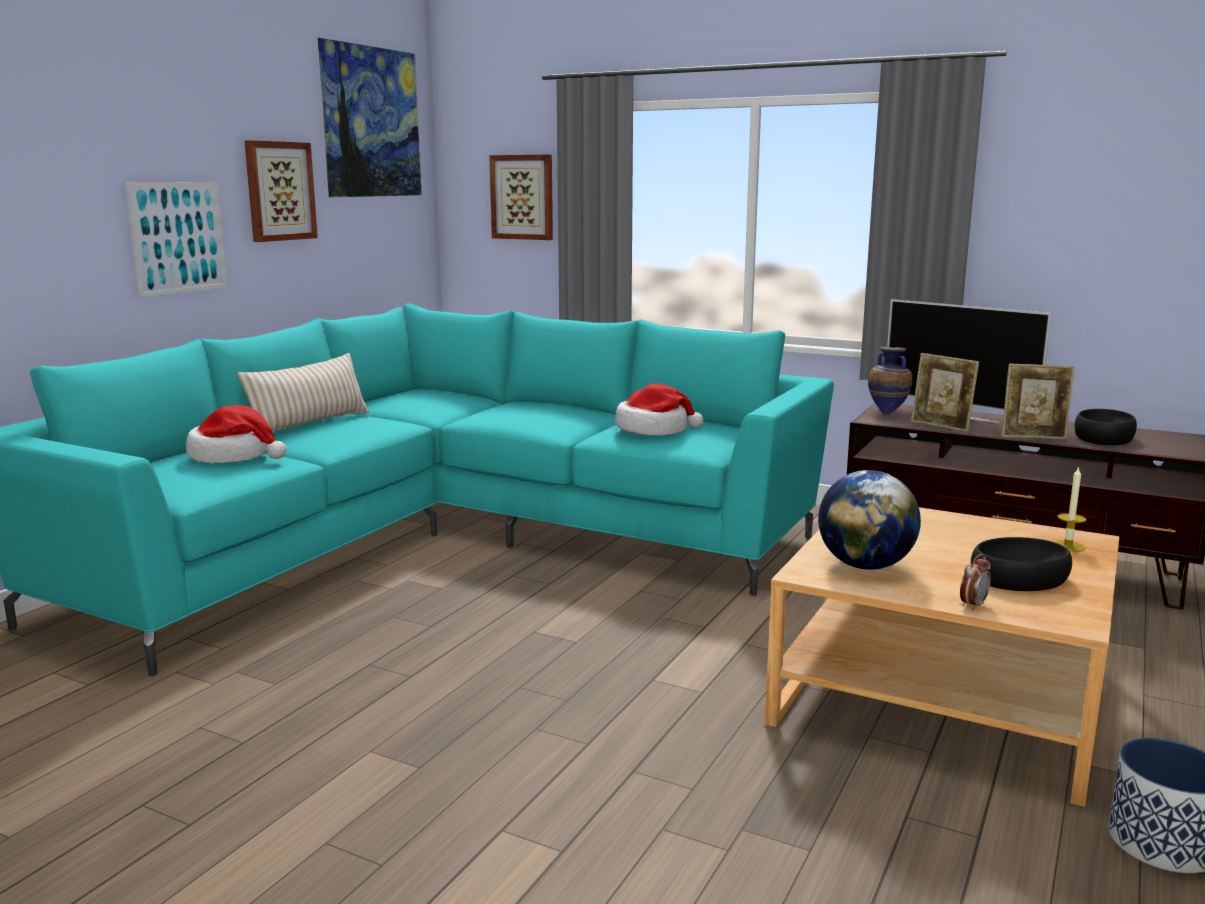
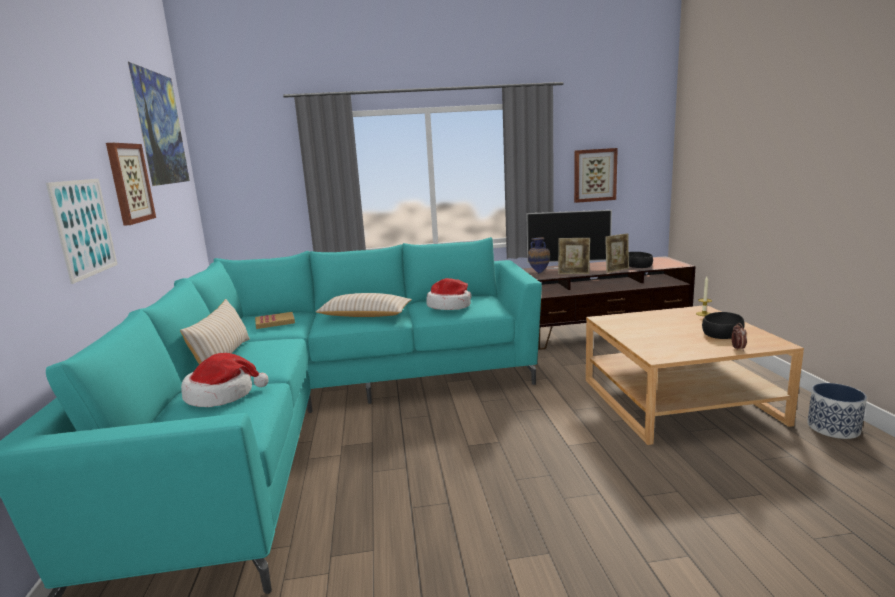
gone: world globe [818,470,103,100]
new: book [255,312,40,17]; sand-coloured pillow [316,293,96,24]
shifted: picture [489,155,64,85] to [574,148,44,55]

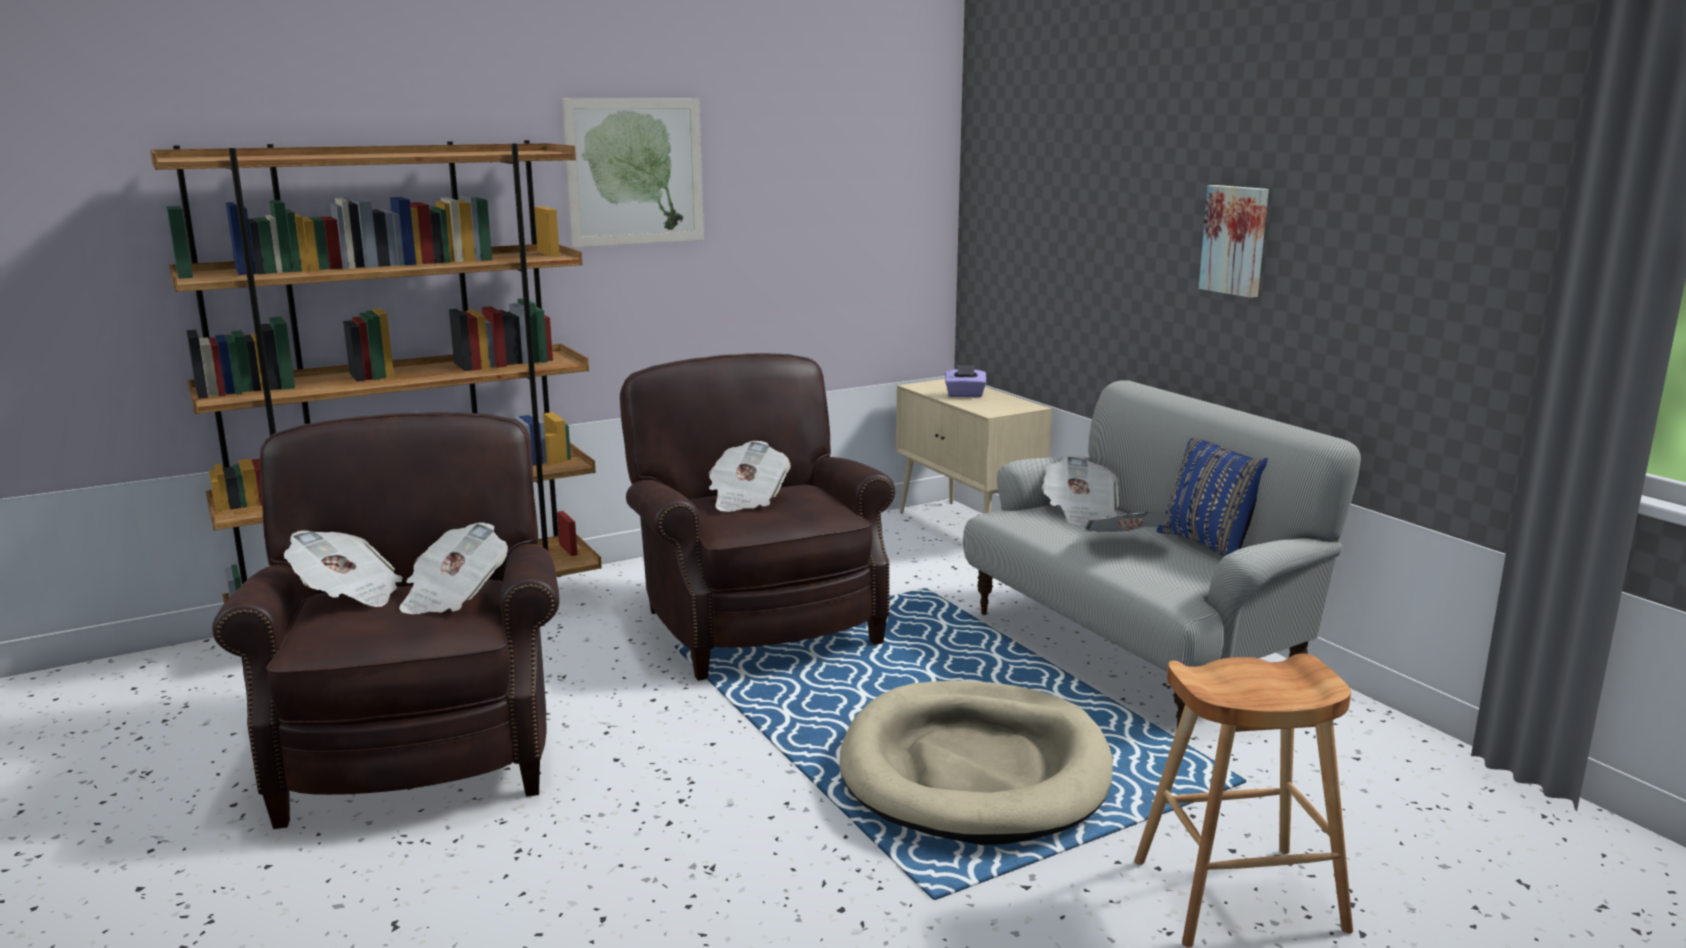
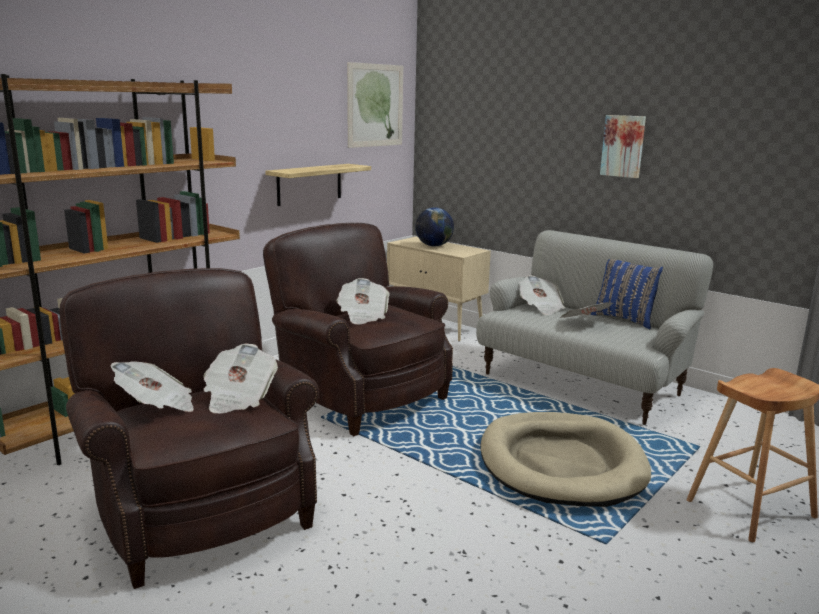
new: bracket shelf [265,164,106,42]
shifted: picture [562,98,142,150] to [347,62,56,86]
swapped: purplish tissue box [945,365,41,32] to world globe [415,207,39,40]

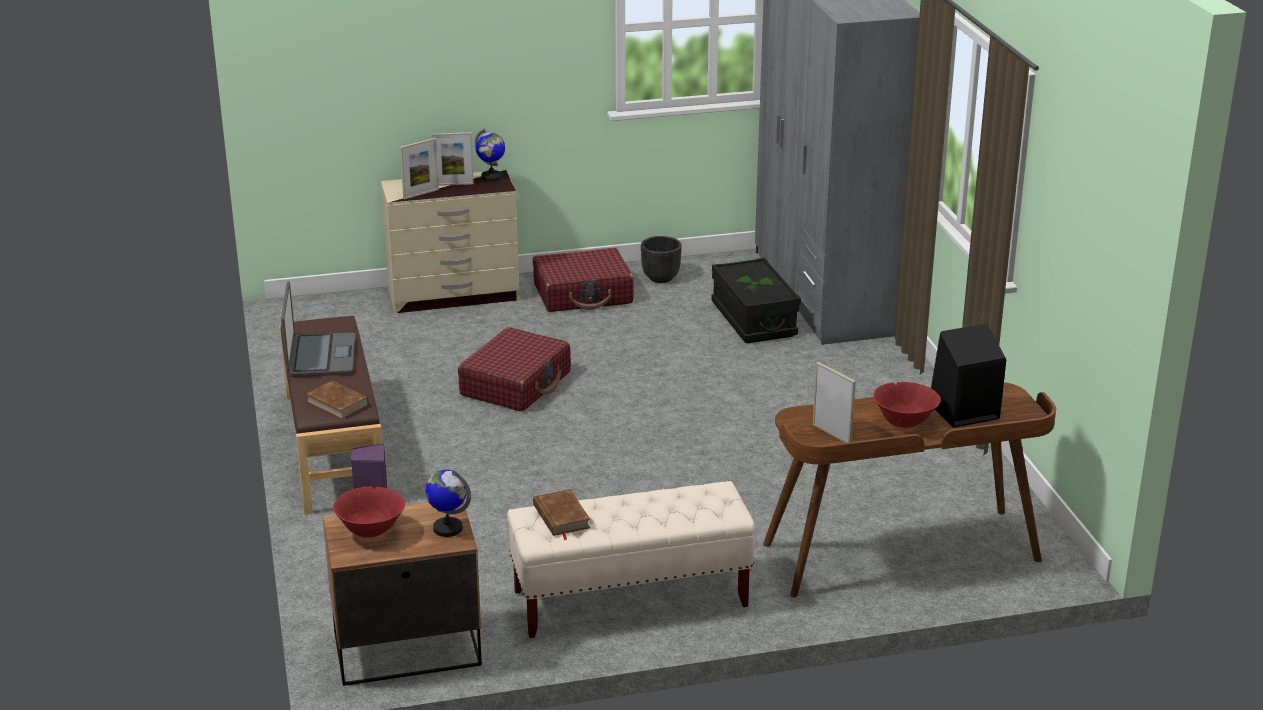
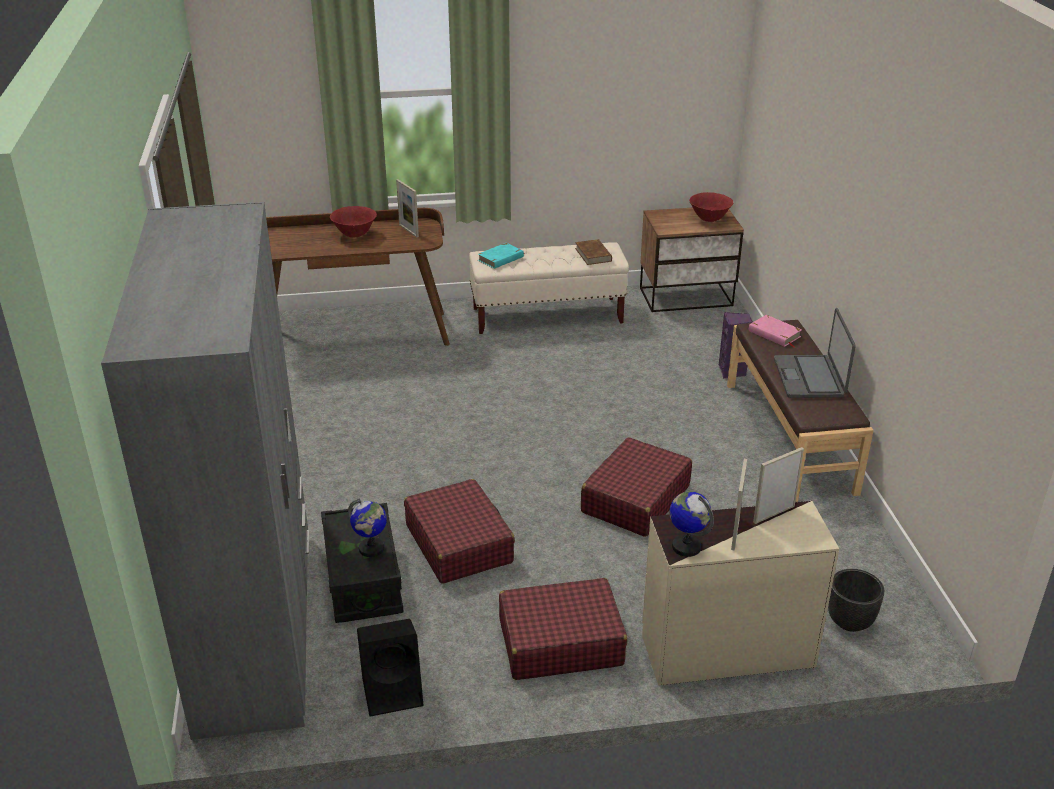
new: red-coloured suitcase [404,479,111,105]; turquoise book [478,243,47,26]
shifted: world globe [425,469,46,68] to [348,499,39,58]; blackish plant pot [641,236,41,47] to [828,569,56,63]; blackish loudspeaker [931,324,75,104] to [357,619,66,97]
repainted: brownish book [306,381,63,38] to pink-coloured book [749,315,53,32]
rotated: standing frame [431,132,43,54] = [731,459,16,92] 105 degrees clockwise

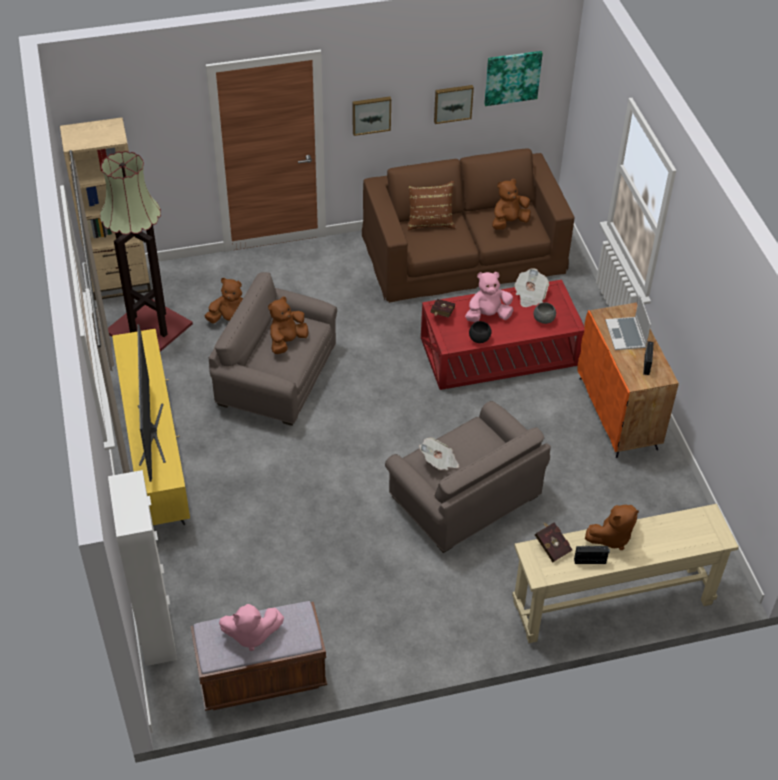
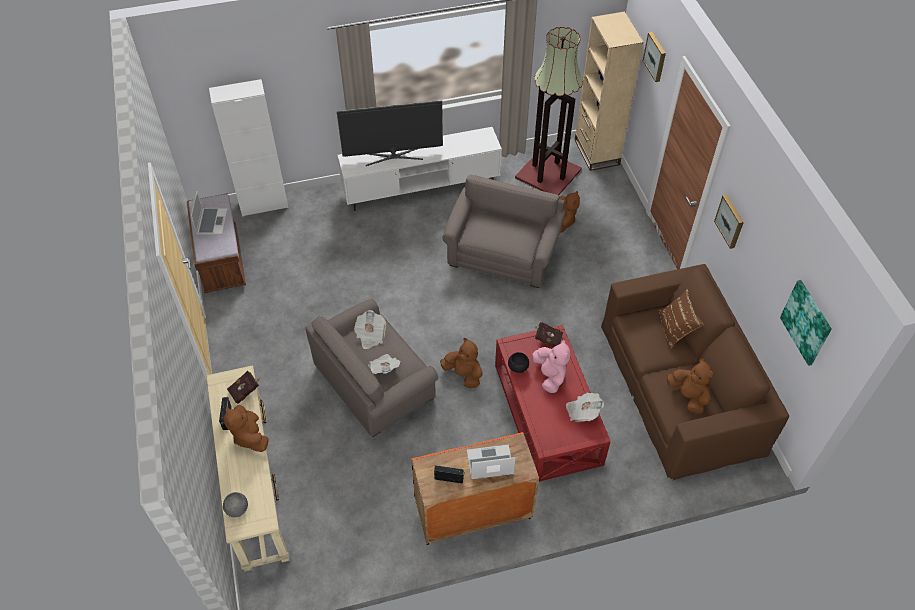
new: daily paper [368,354,32,20]
shifted: brownish cuddly toy [268,296,41,58] to [440,338,42,50]; picture [434,85,40,39] to [643,32,23,50]; gray bowl [534,303,22,21] to [223,492,25,26]
swapped: pink-coloured cuddly toy [219,604,65,47] to notebook computer [191,191,37,44]
repainted: yellowish tv stand [112,329,78,196] to white-coloured tv stand [337,127,165,84]

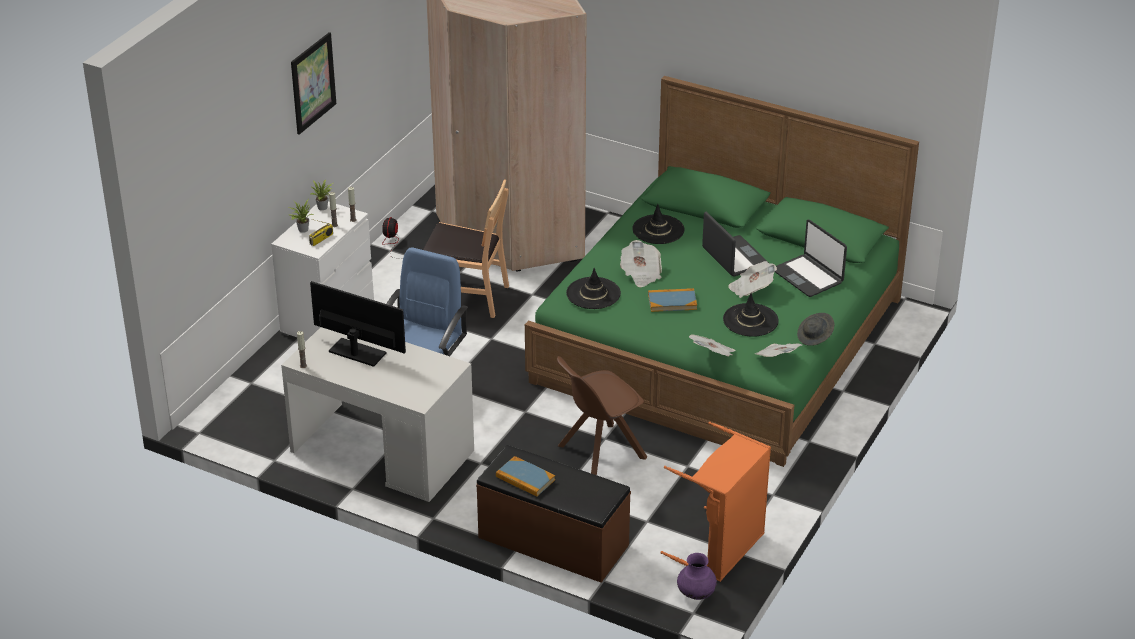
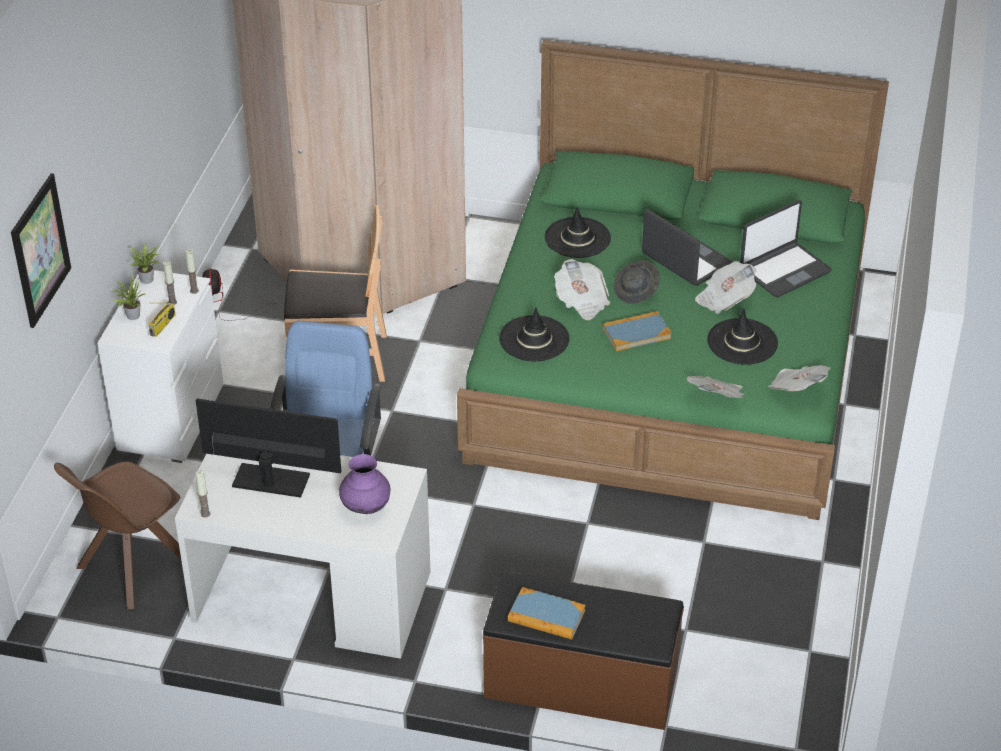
gone: orange washing basket [660,421,111,161]
shifted: picture [291,32,45,103] to [11,173,60,155]; brownish chair [557,356,90,119] to [54,462,127,148]; purplish vase [677,553,40,47] to [339,454,51,60]; gray clothing hat [797,313,37,33] to [614,260,46,44]
rotated: notebook computer [775,220,72,77] = [740,200,92,97] 75 degrees counterclockwise

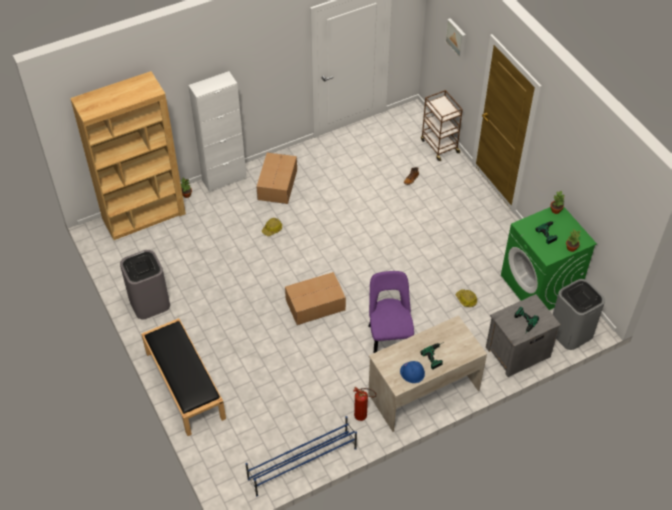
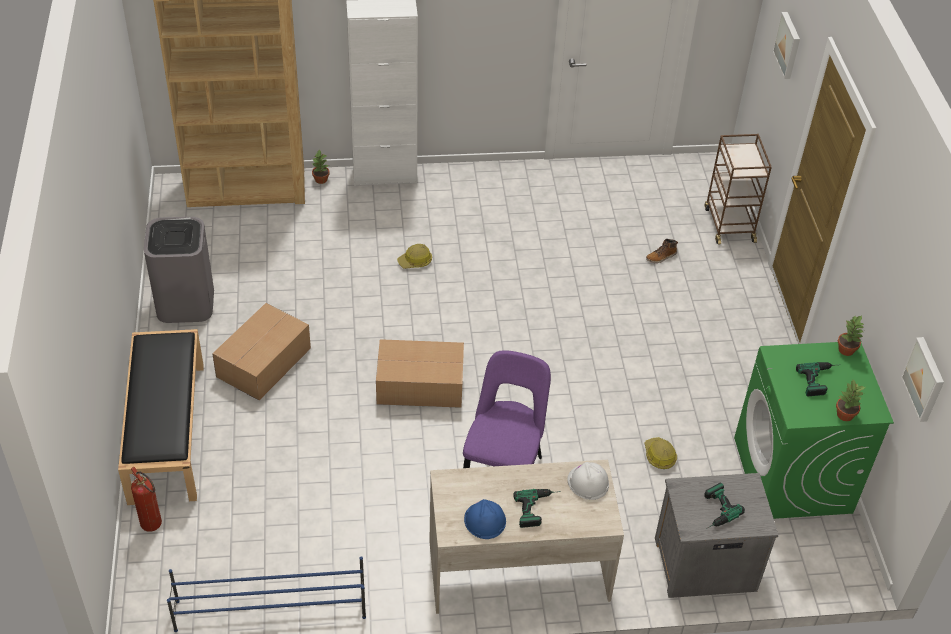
gone: gray trash can [553,279,52,71]
new: white-coloured safety helmet [567,462,42,38]; picture [901,337,43,85]
shifted: cardboard box [256,152,41,52] to [212,303,99,97]; extinguisher [353,387,24,34] to [131,467,31,65]

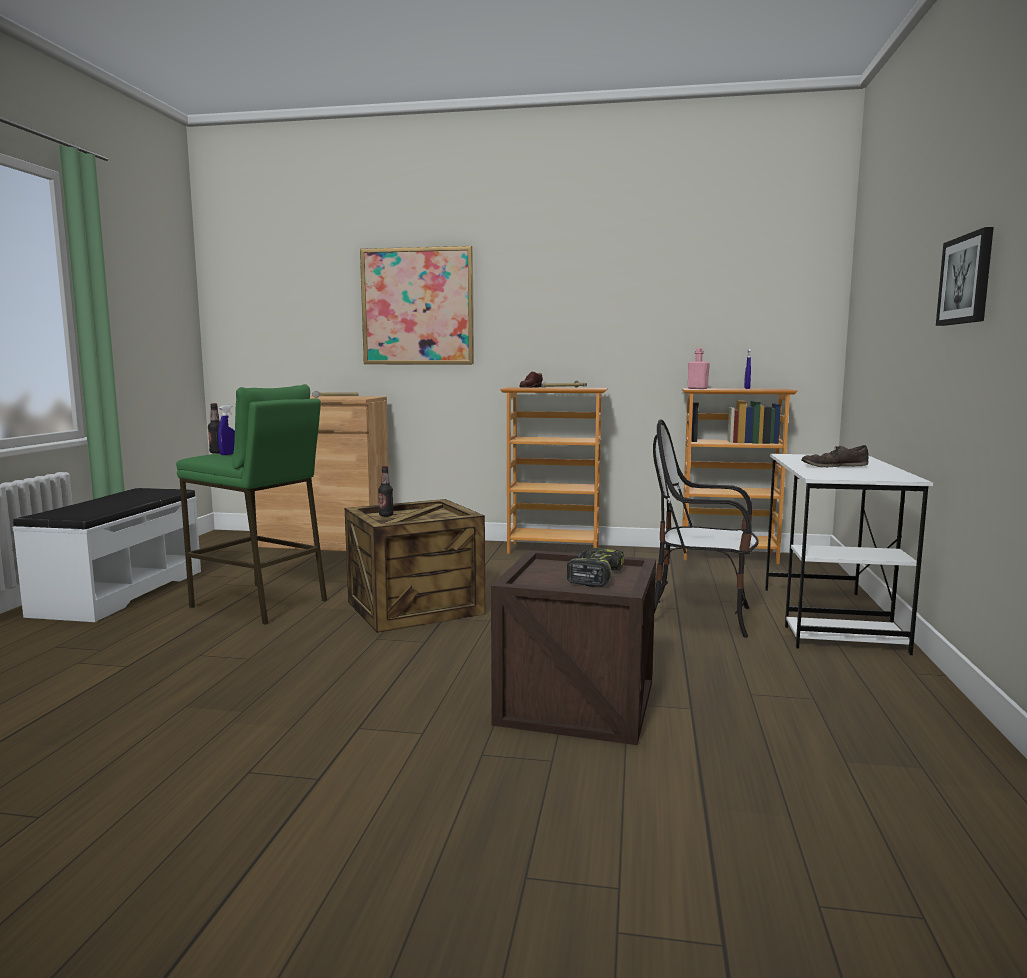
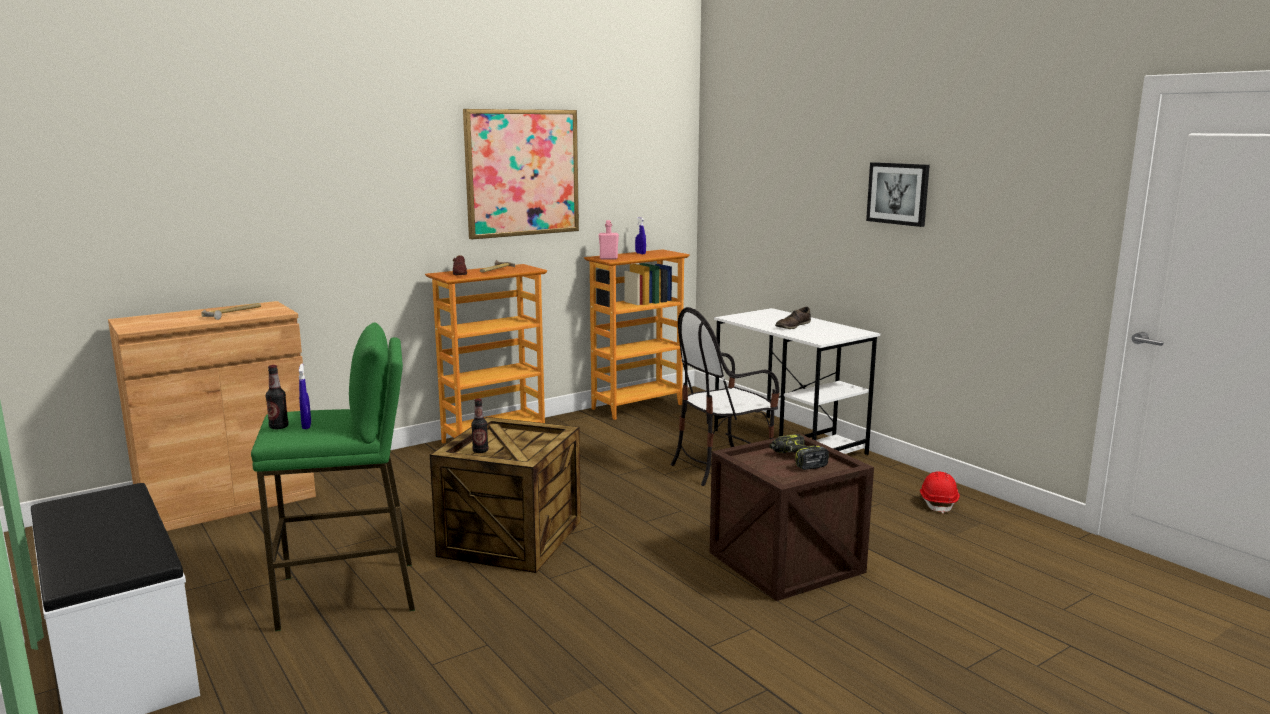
new: red-coloured safety helmet [920,472,40,42]
shifted: picture [360,246,114,118] to [463,109,116,131]

